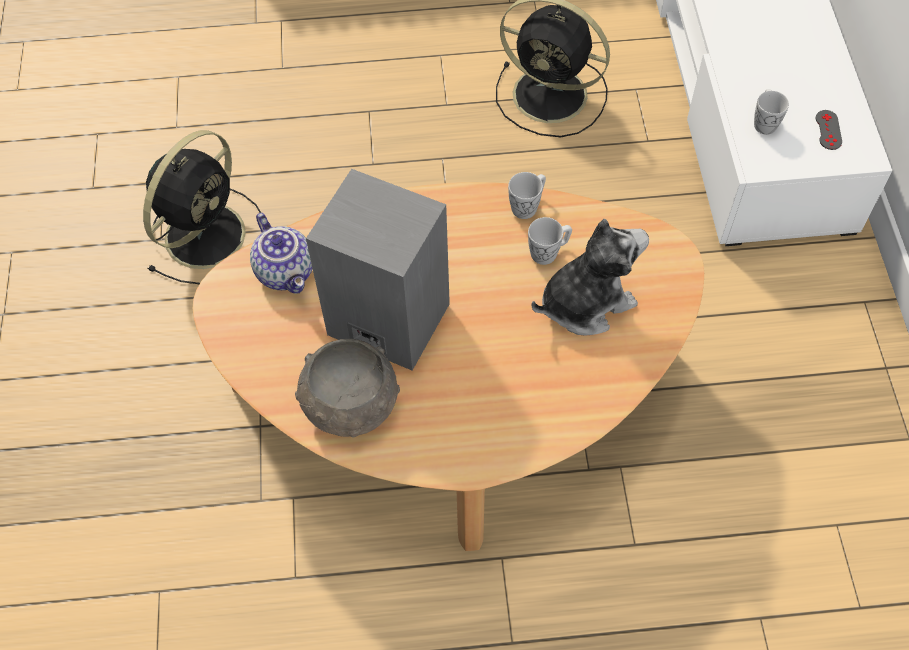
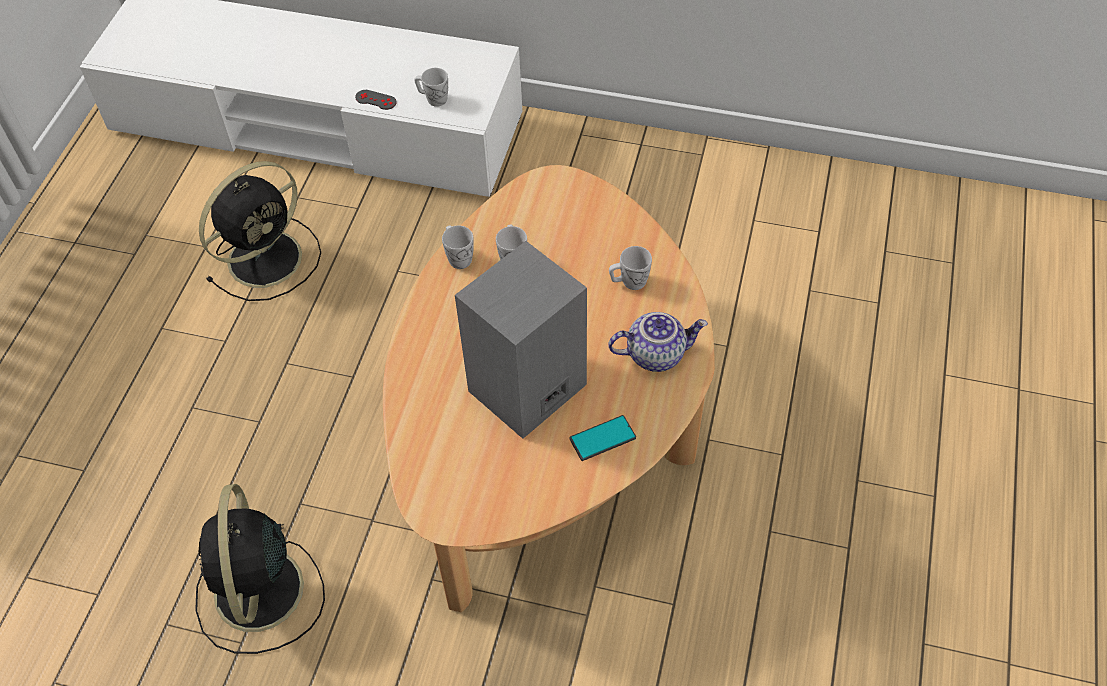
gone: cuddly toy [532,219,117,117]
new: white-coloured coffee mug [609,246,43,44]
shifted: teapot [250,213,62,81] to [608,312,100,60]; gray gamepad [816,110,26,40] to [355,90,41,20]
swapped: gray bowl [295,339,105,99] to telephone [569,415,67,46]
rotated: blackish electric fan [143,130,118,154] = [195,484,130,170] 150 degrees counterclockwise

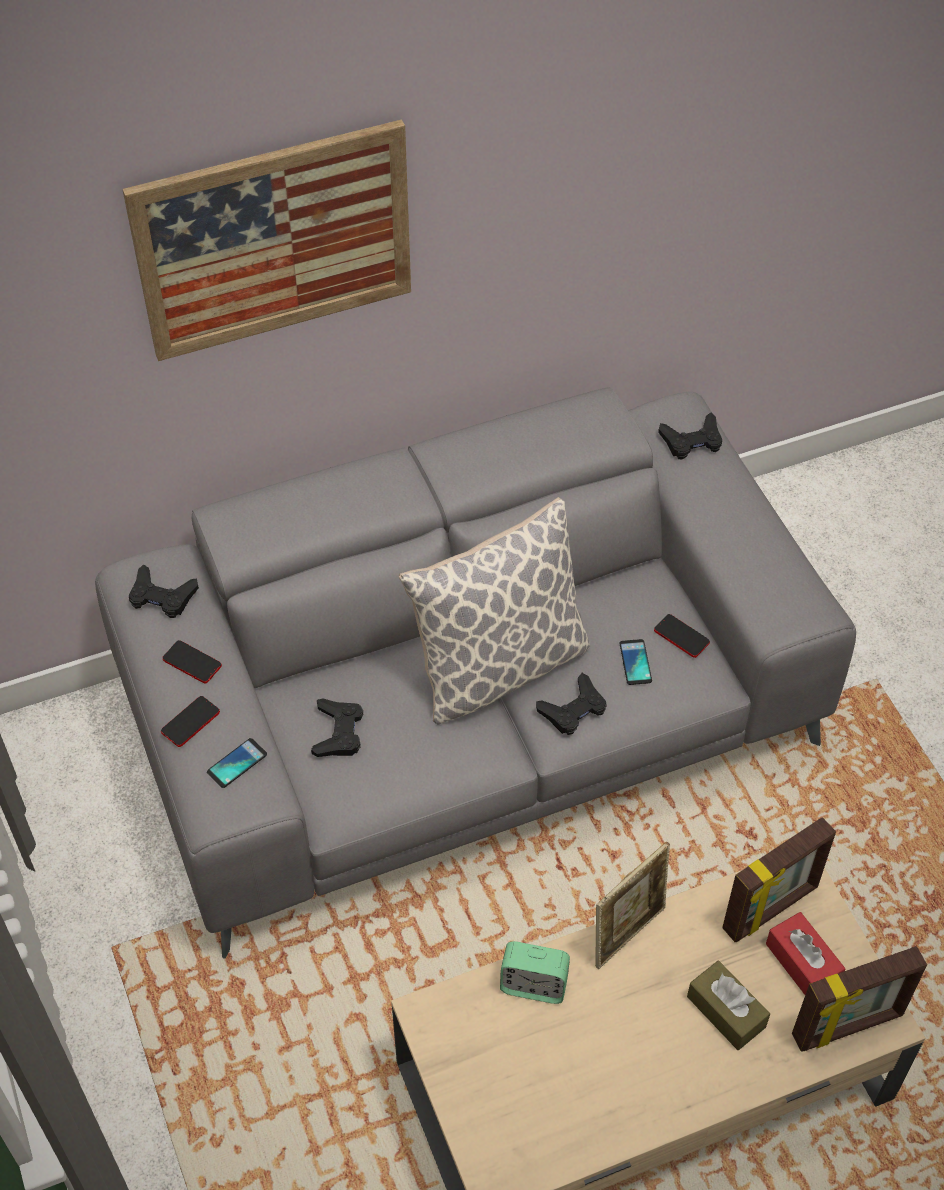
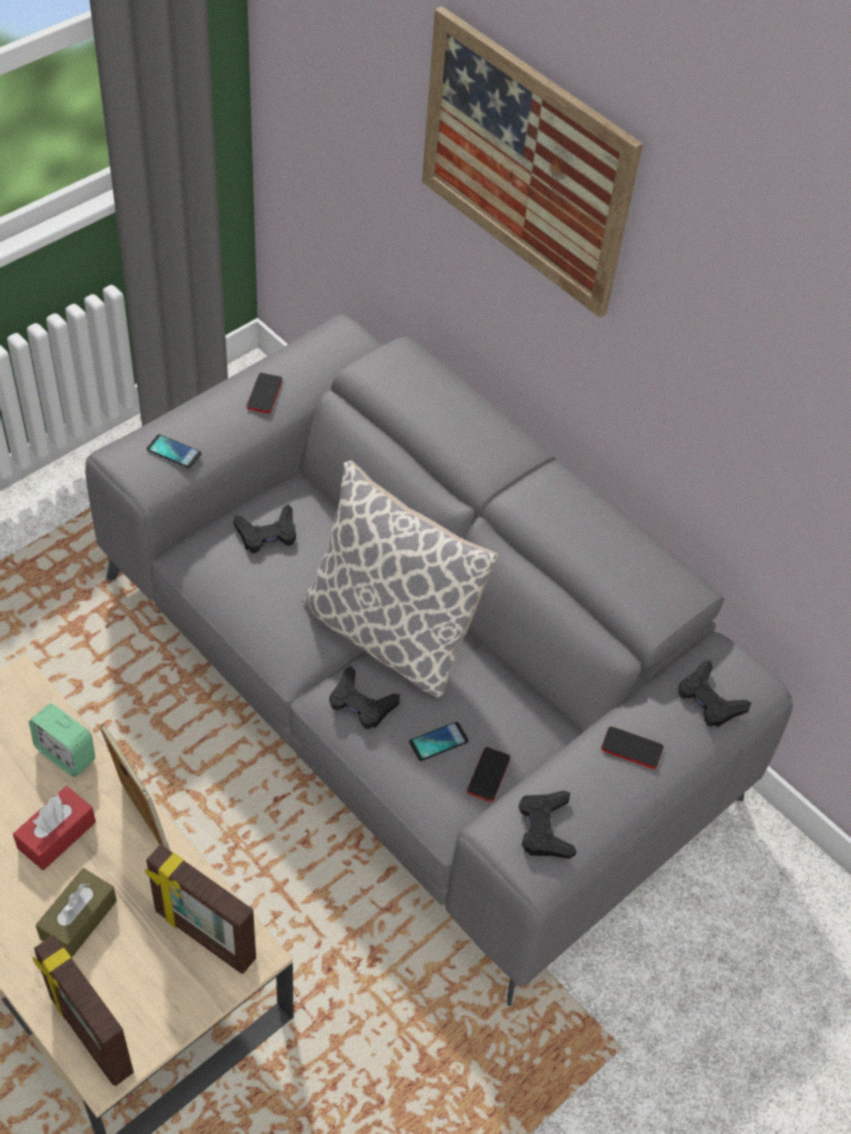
shifted: blackish gamepad [129,564,70,54] to [519,790,58,69]; telephone [161,696,59,51] to [601,727,63,42]; red-coloured tissue box [766,912,79,83] to [13,786,83,84]
rotated: table clock [500,941,70,63] = [29,704,66,73] 45 degrees counterclockwise; standing frame [595,842,75,127] = [100,724,70,126] 150 degrees counterclockwise

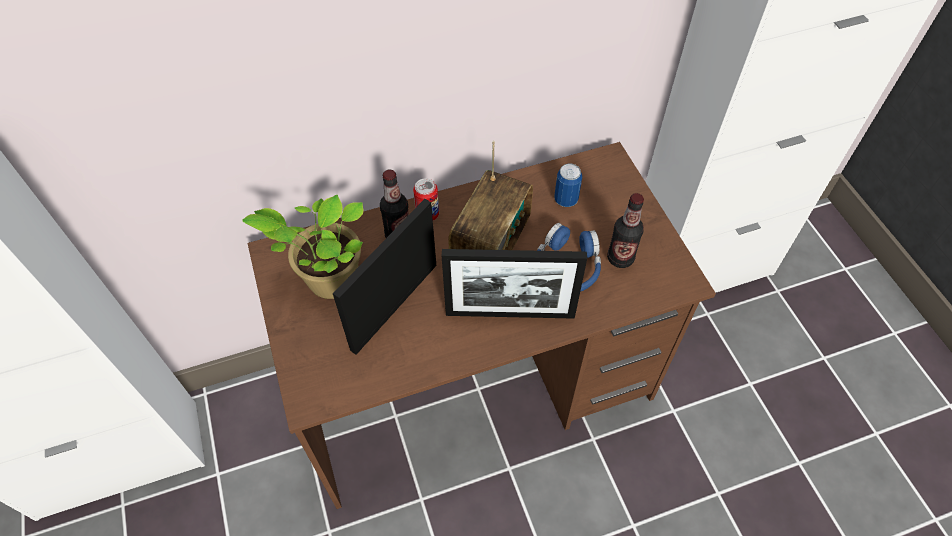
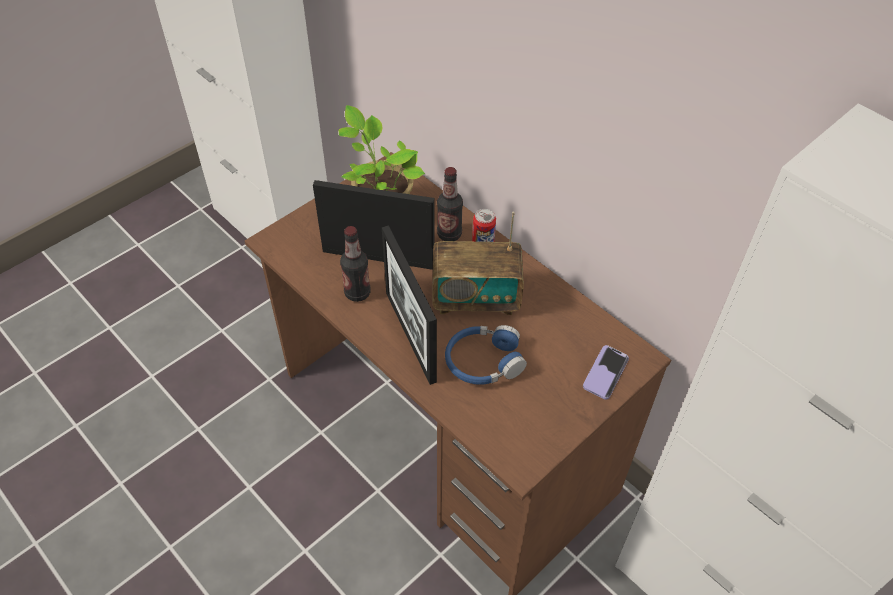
gone: sealed can [554,164,28,43]
new: telephone [583,345,46,55]
shifted: drink bottle [607,193,37,75] to [340,226,30,76]

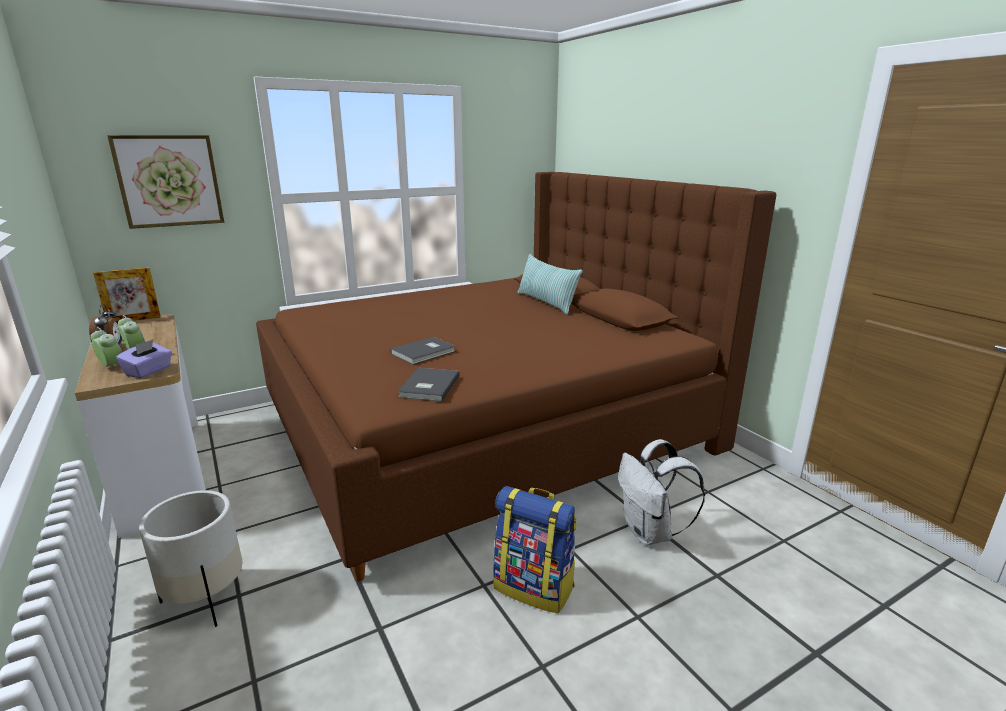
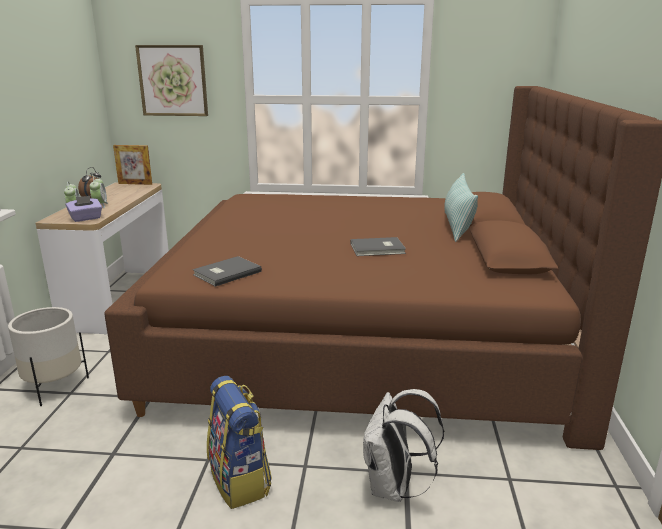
shifted: gray book [390,337,66,27] to [350,237,56,19]

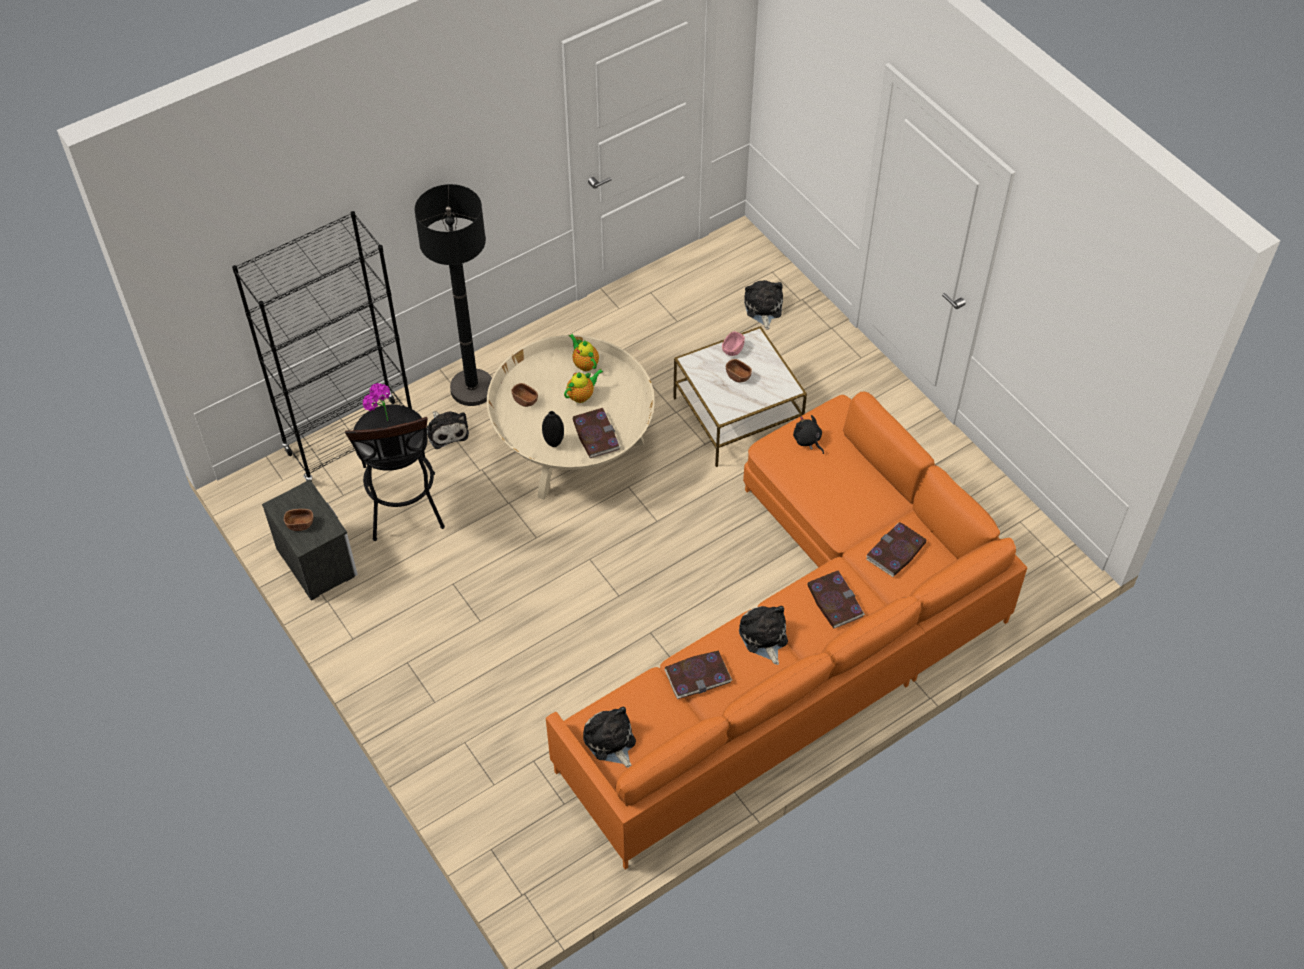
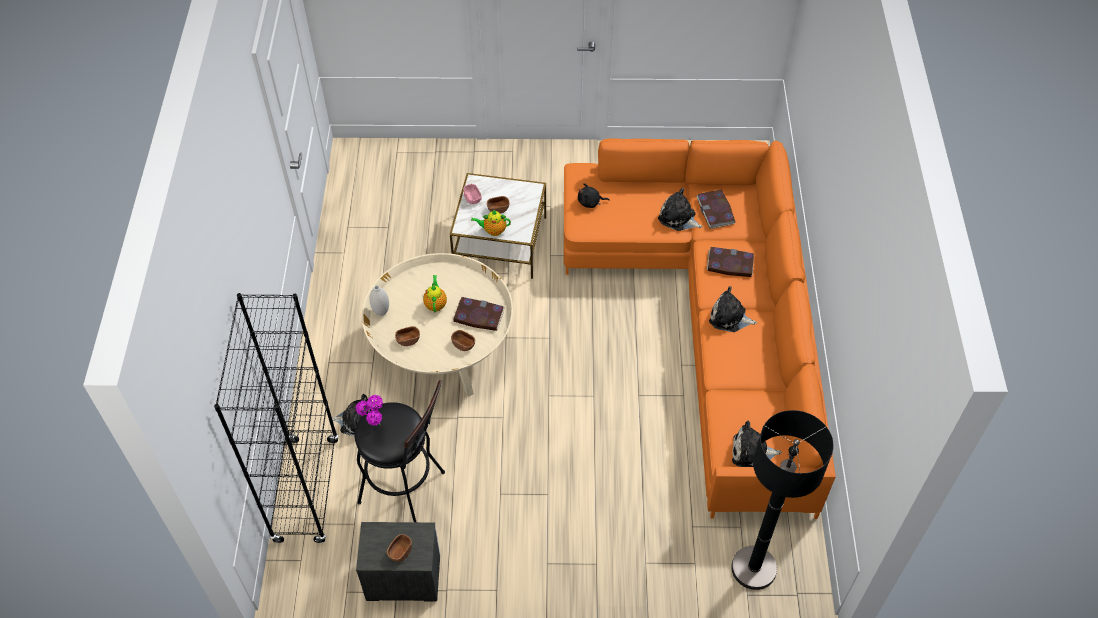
gone: book [664,650,68,49]
new: white-coloured vase [369,285,20,31]
shifted: blackish standard lamp [415,184,77,222] to [731,410,103,180]; teapot [569,334,30,37] to [471,210,40,26]; cuddly toy [744,280,39,50] to [658,188,45,43]
swapped: blackish vase [542,411,22,36] to brownish bowl [451,330,24,21]

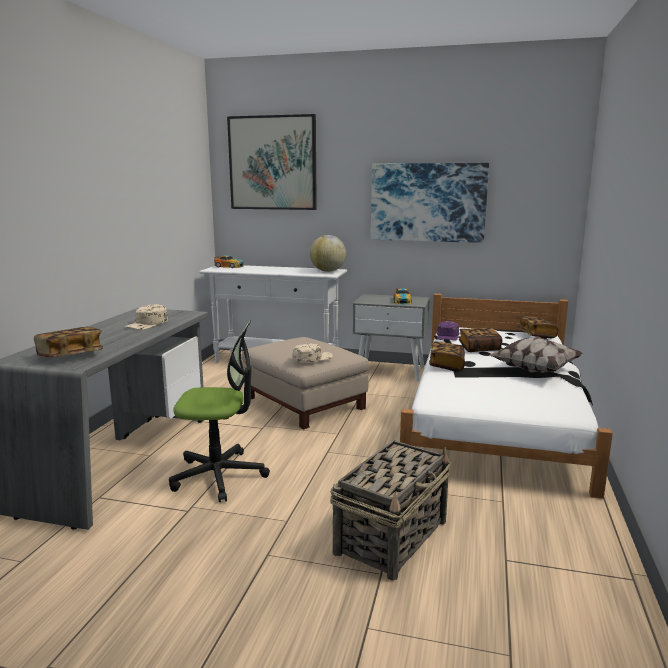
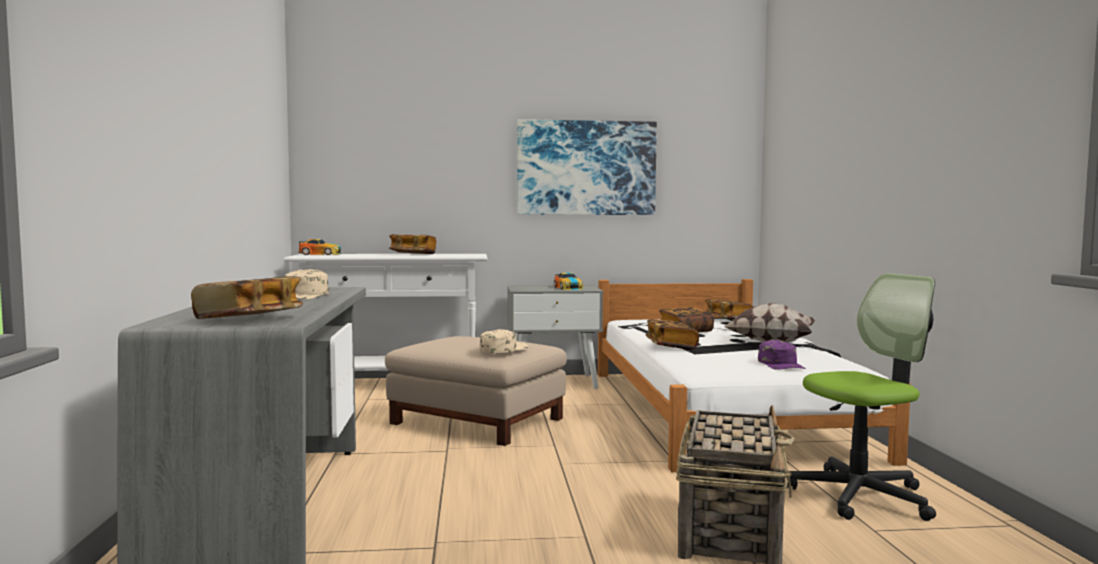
gone: picture [227,114,90,96]; world globe [310,235,36,37]
new: book [389,234,47,20]
shifted: office chair [169,320,101,182] to [787,273,149,248]; purplish peaked cap [437,321,22,20] to [758,340,48,30]

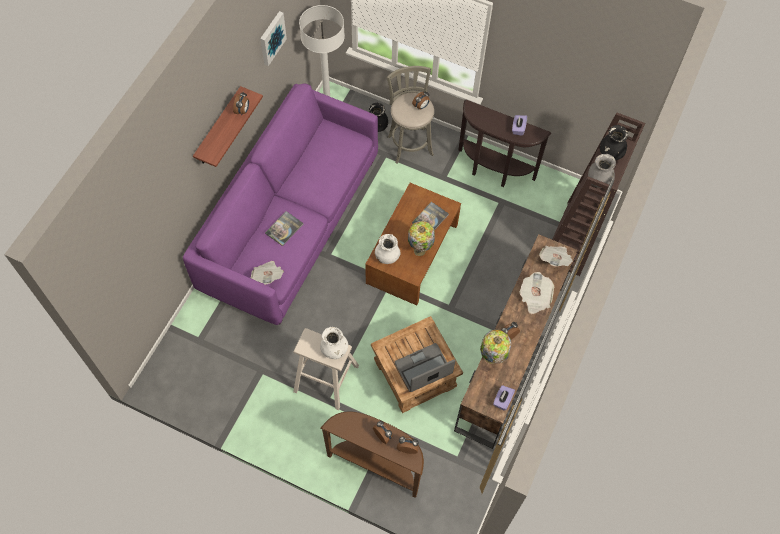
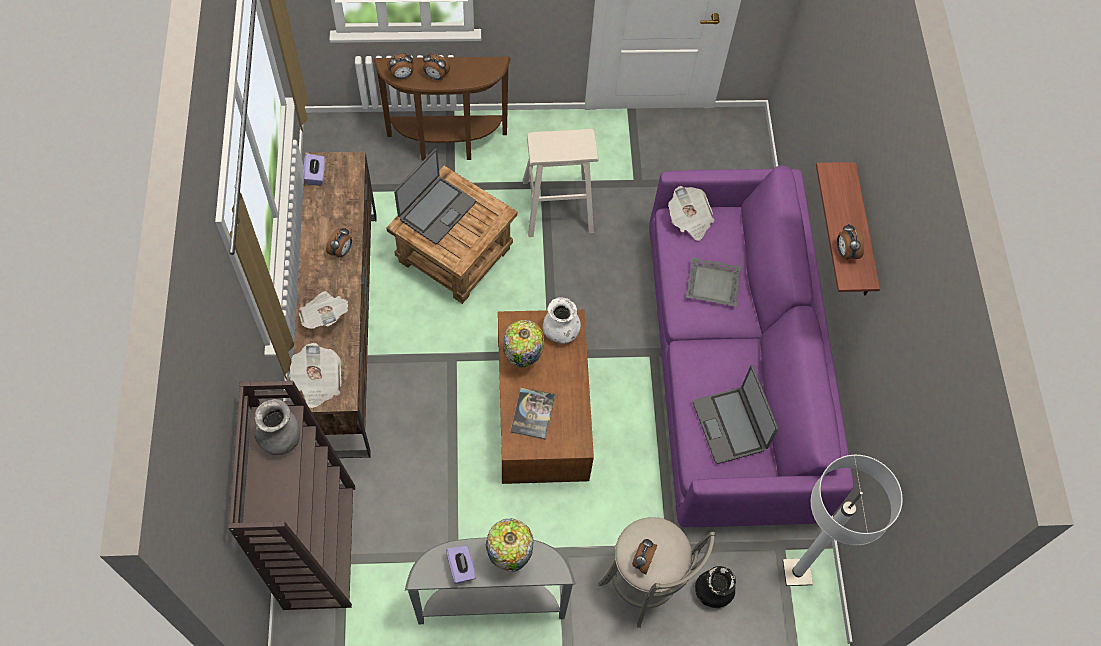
gone: picture [260,11,27,55]; white-coloured vase [320,327,28,32]; blackish vase [600,125,28,35]
new: notebook computer [693,365,85,99]
shifted: tabletop lamp [480,330,31,34] to [486,519,47,53]
swapped: book [265,211,38,35] to gray serving tray [686,257,56,49]
repainted: brownish narrow table [458,100,93,87] to gray narrow table [405,538,171,86]

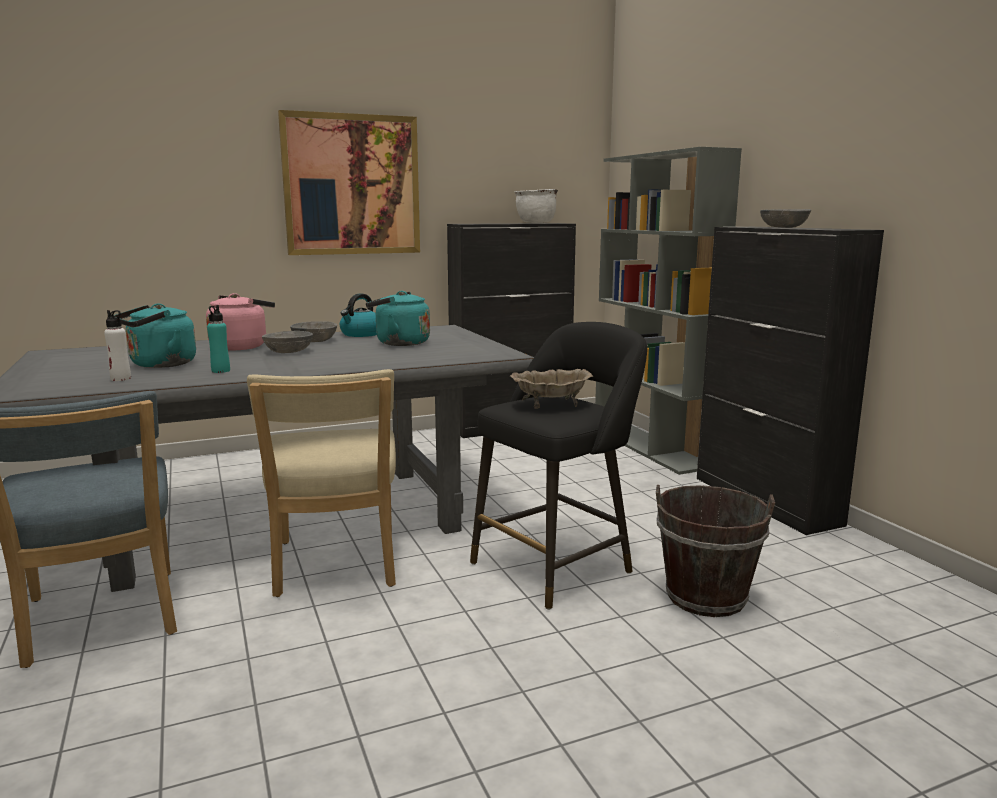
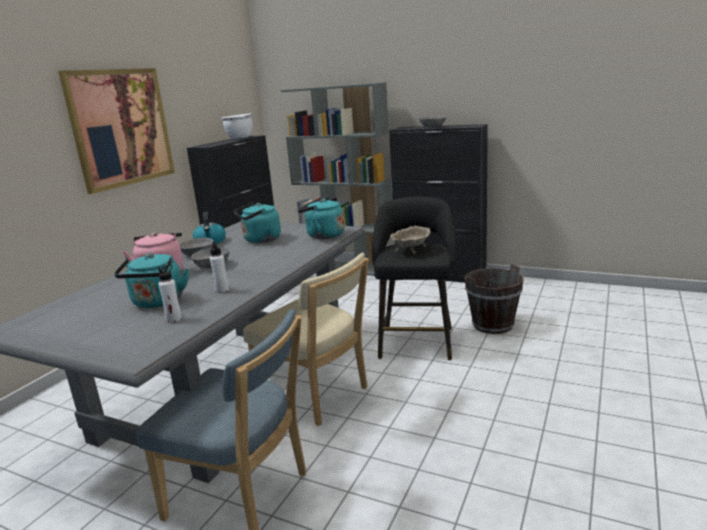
new: turquoise water kettle [297,197,48,42]
repainted: turquoise drink bottle [207,305,23,68] to white-coloured drink bottle [210,242,19,51]

